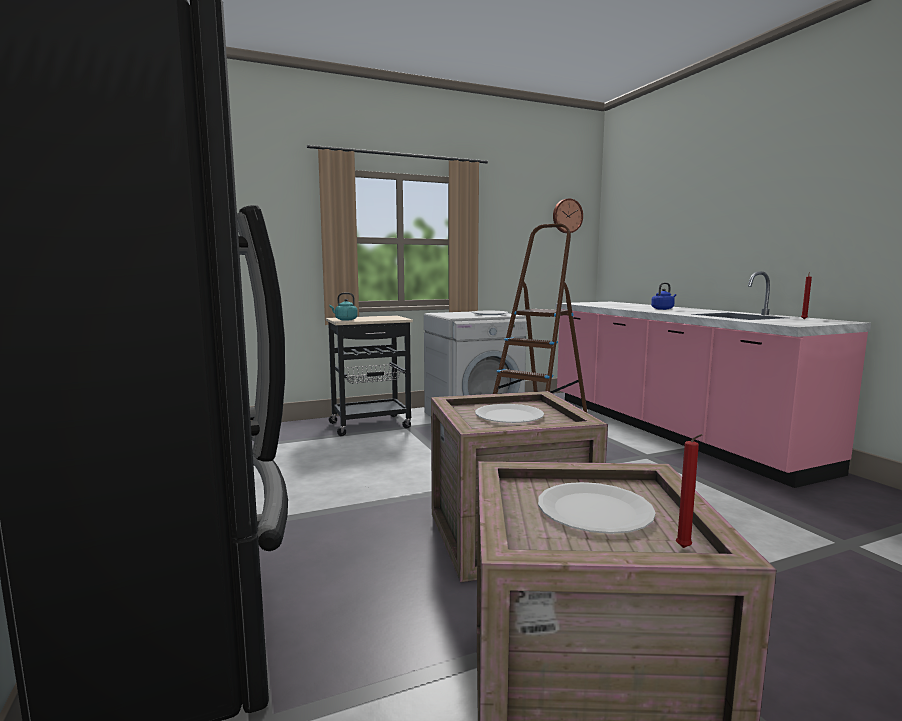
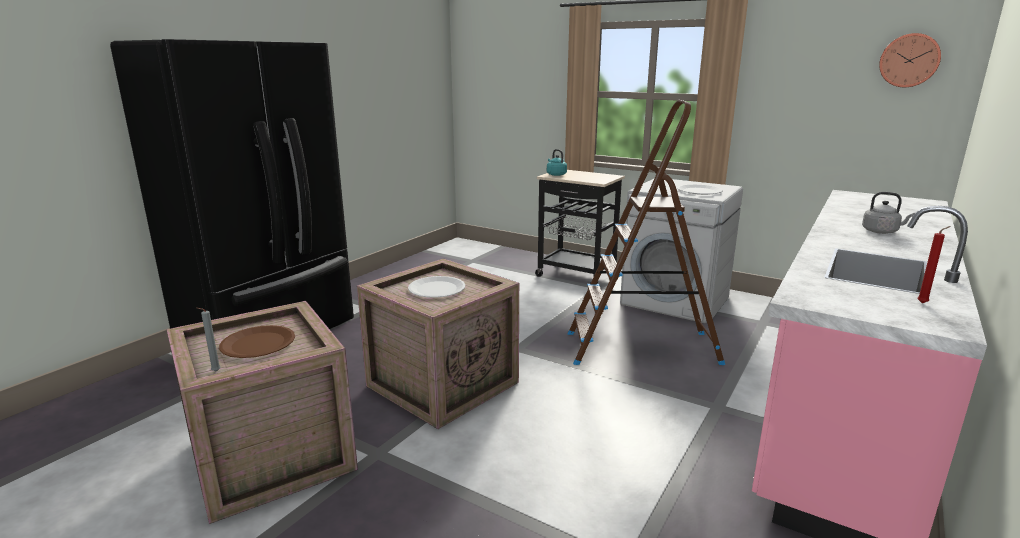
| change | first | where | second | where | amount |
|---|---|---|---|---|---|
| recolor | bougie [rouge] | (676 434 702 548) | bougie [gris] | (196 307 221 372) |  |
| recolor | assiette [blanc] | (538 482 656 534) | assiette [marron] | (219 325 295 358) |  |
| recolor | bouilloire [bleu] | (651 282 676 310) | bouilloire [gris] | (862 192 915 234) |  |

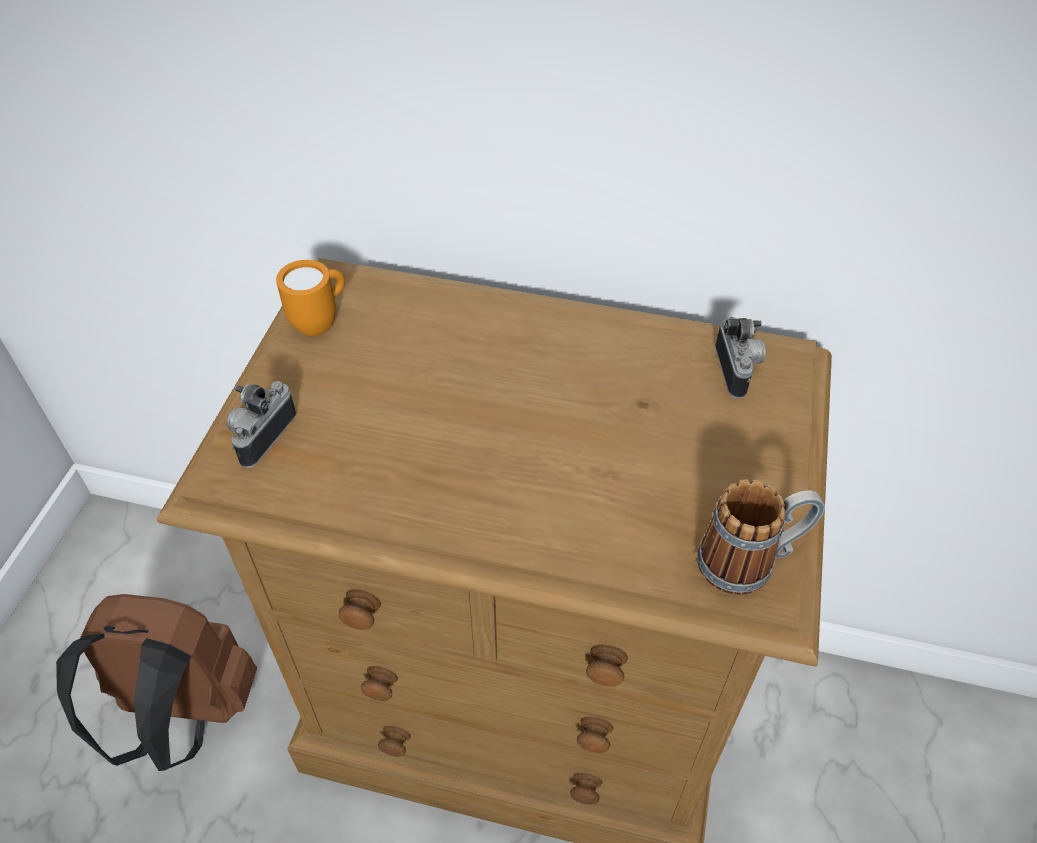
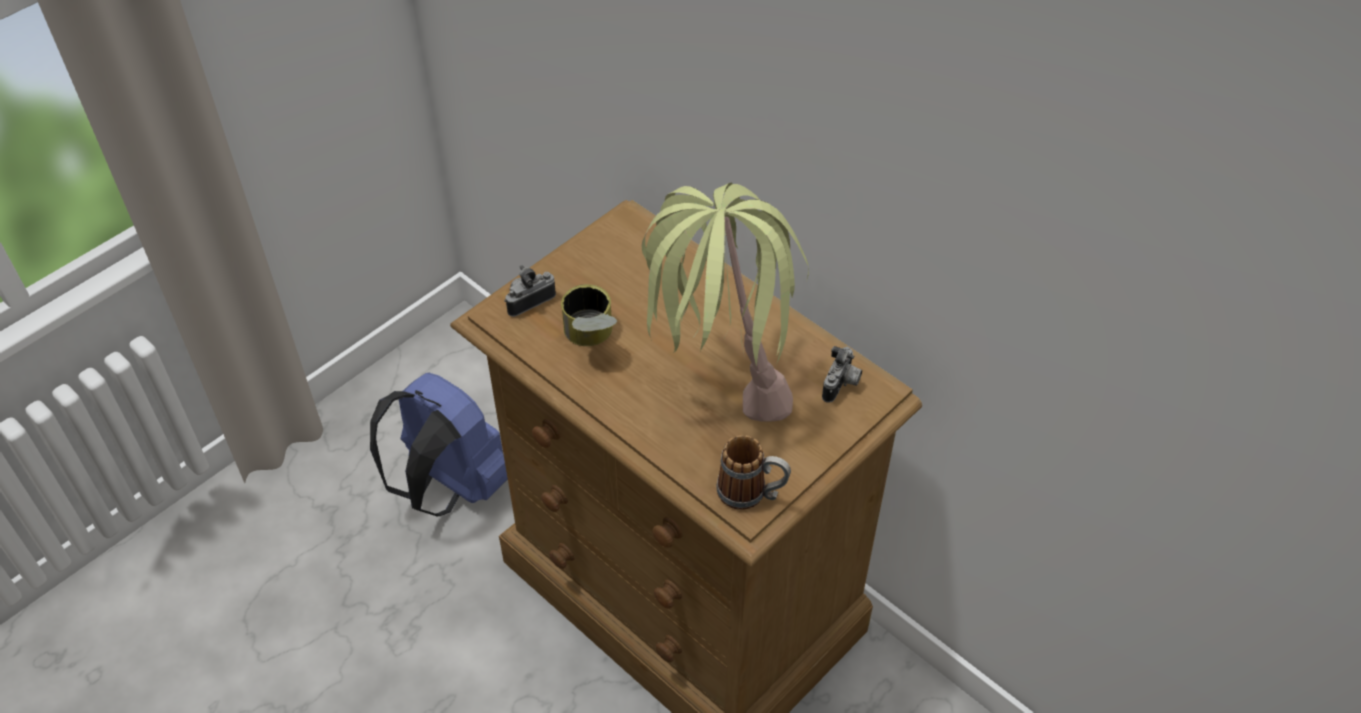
| change | first | where | second | where | amount |
|---|---|---|---|---|---|
| recolor | sac à dos [marron] | (56 594 257 771) | sac à dos [bleu] | (370 373 508 516) |  |
| insert |  |  | boîte métallique | (561 284 617 346) |  |
| insert |  |  | plante en pot | (641 183 809 421) |  |
| delete | mug [orange] | (276 260 345 336) |  |  |  |

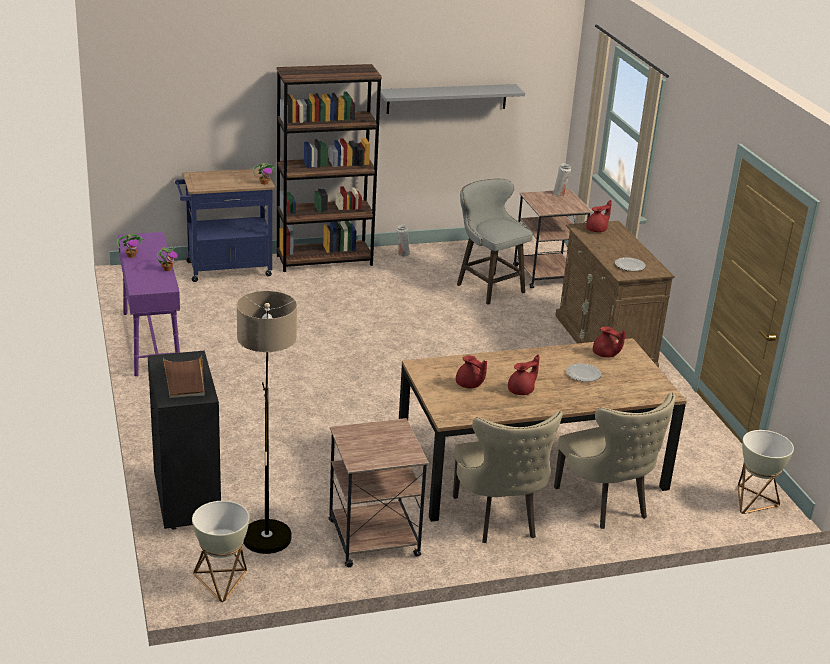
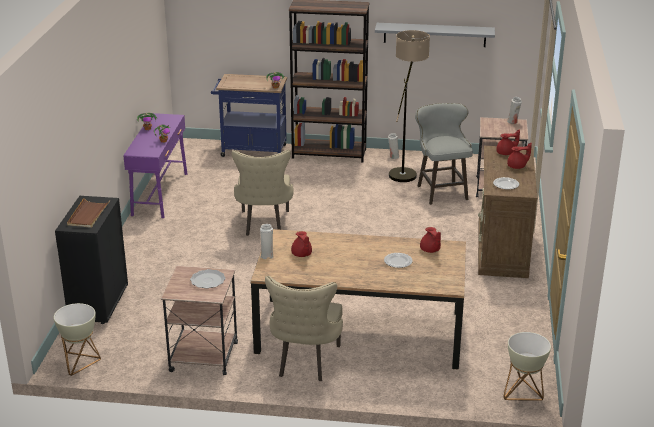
| change | first | where | second | where | amount |
|---|---|---|---|---|---|
| insert |  |  | assiette | (190 269 226 288) |  |
| move | chaise [beige] | (554 393 675 529) |  | (232 150 294 236) |  |
| insert |  |  | vase [blanc] | (260 224 274 259) |  |
| move | lampadaire | (237 291 297 554) |  | (389 30 430 182) |  |
| move | théière [rouge] | (508 355 540 395) |  | (507 143 532 169) |  |

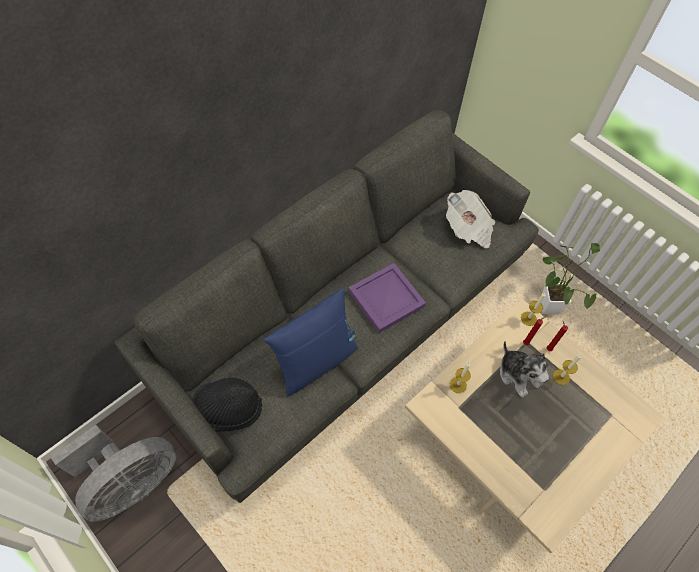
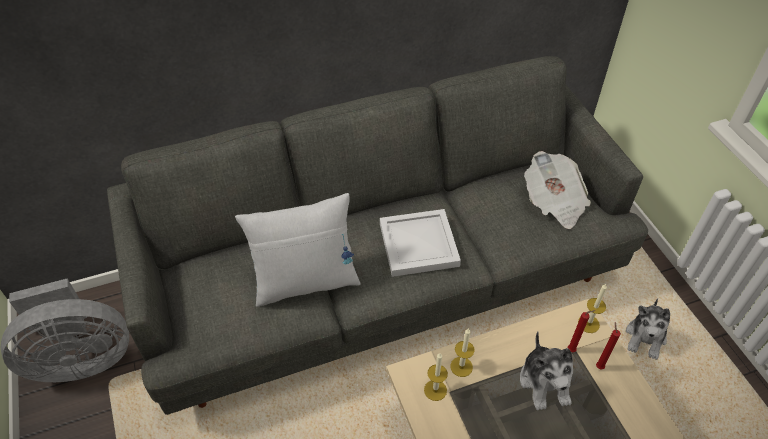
| change | first | where | second | where | amount |
|---|---|---|---|---|---|
| recolor | coussin [bleu] | (264 288 358 396) | coussin [gris] | (235 193 361 307) |  |
| recolor | plateau [violet] | (348 263 426 333) | plateau [blanc] | (380 209 461 277) |  |
| move | bougie | (553 355 581 385) |  | (424 353 448 401) |  |
| replace | plante en pot | (541 243 600 314) | peluche | (626 299 670 360) |  |
| delete | chapeau [noir] | (192 378 263 432) |  |  |  |

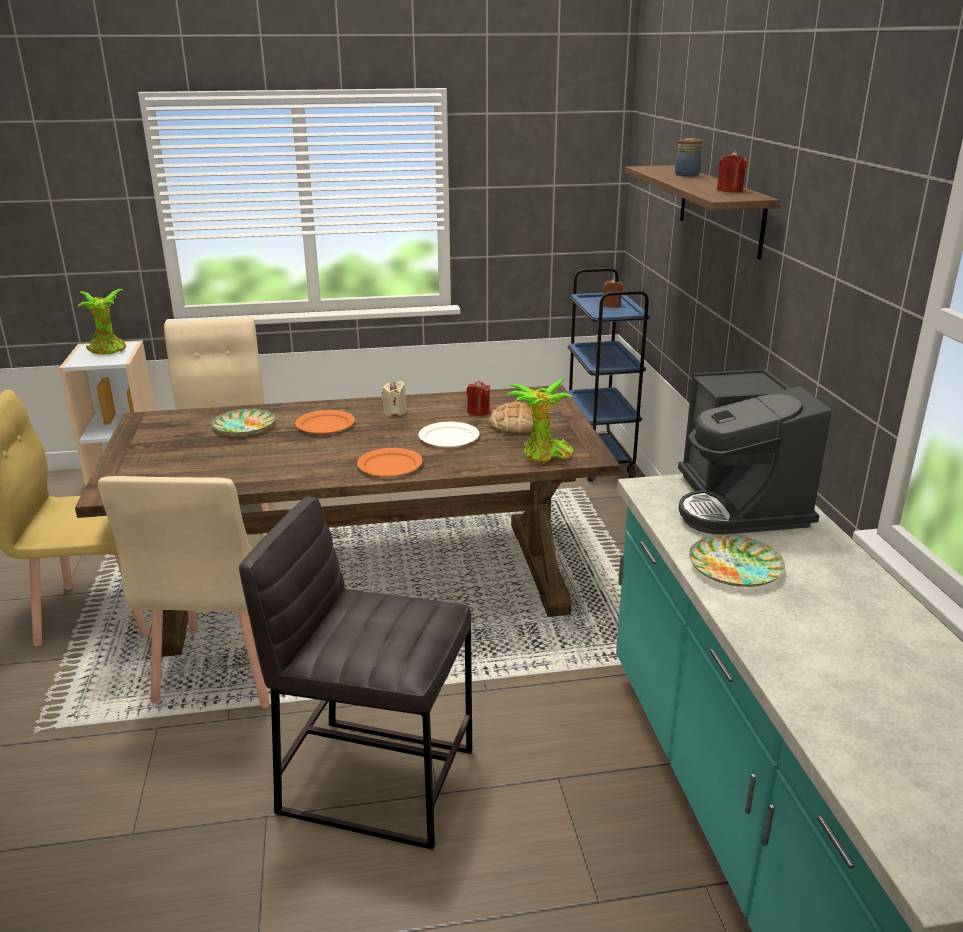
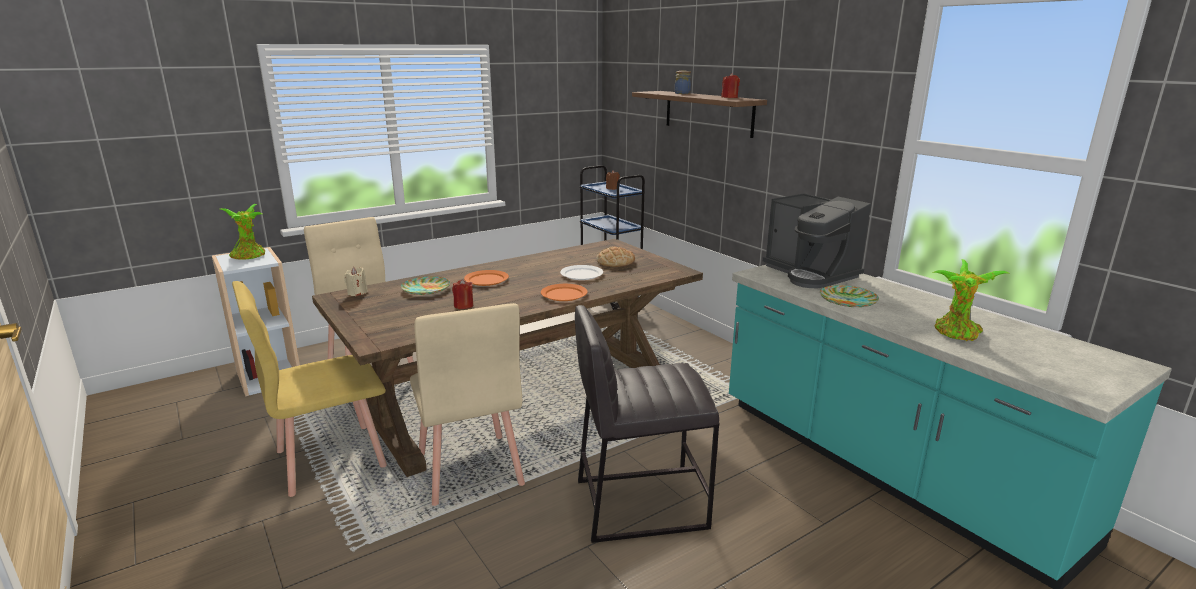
| change | first | where | second | where | amount |
|---|---|---|---|---|---|
| move | bougie [beige] | (381 380 407 416) |  | (344 267 368 296) |  |
| move | bougie [rouge] | (467 381 490 416) |  | (452 279 473 309) |  |
| move | plante en pot | (506 378 574 464) |  | (933 259 1009 341) |  |

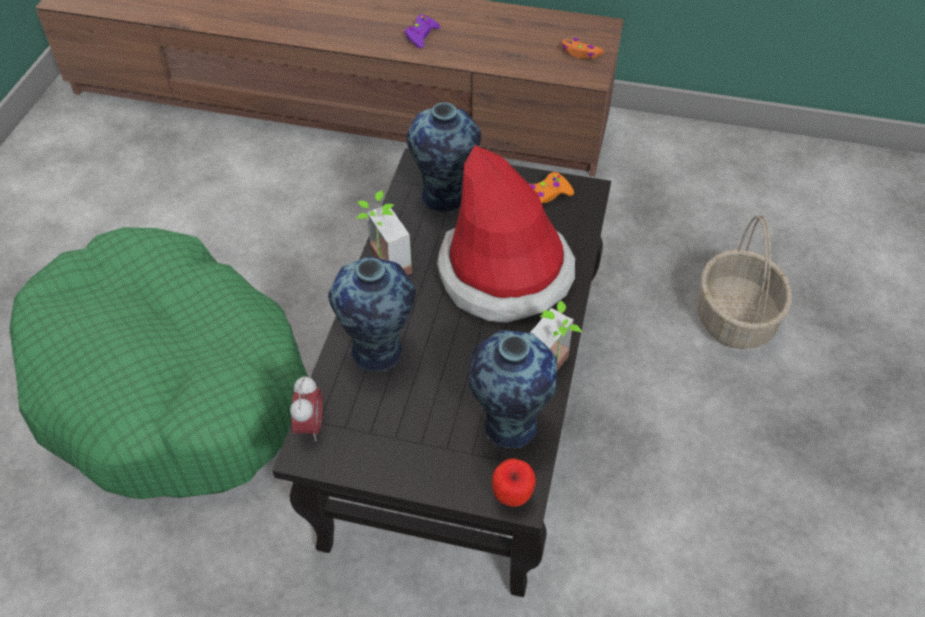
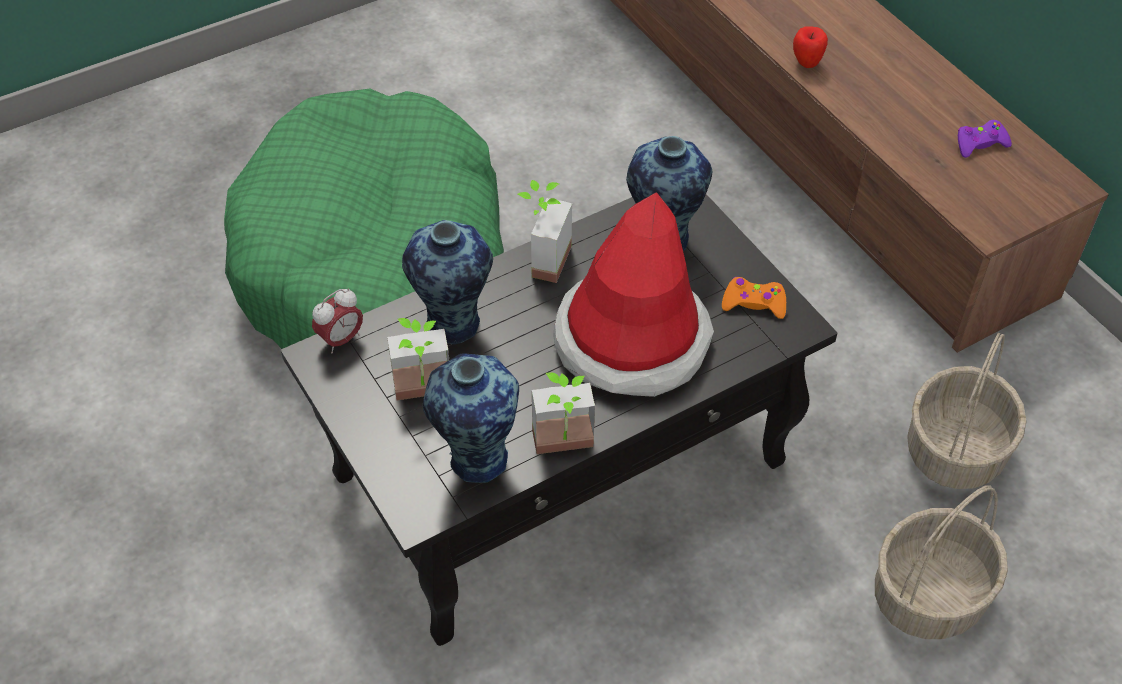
| change | first | where | second | where | amount |
|---|---|---|---|---|---|
| insert |  |  | plante en pot | (387 318 449 400) |  |
| move | pomme | (492 458 536 507) |  | (793 27 828 68) |  |
| insert |  |  | panier | (907 333 1027 489) |  |
| move | manette [violet] | (404 15 440 48) |  | (958 120 1012 158) |  |
| delete | manette [orange] | (562 38 604 59) |  |  |  |

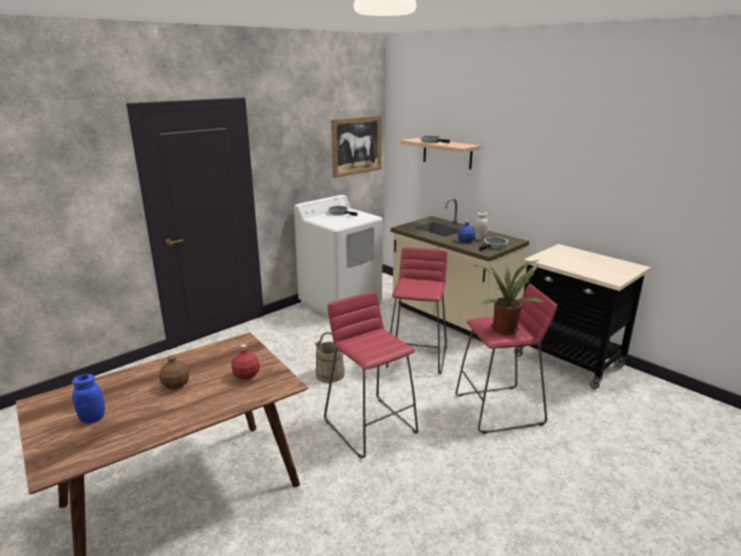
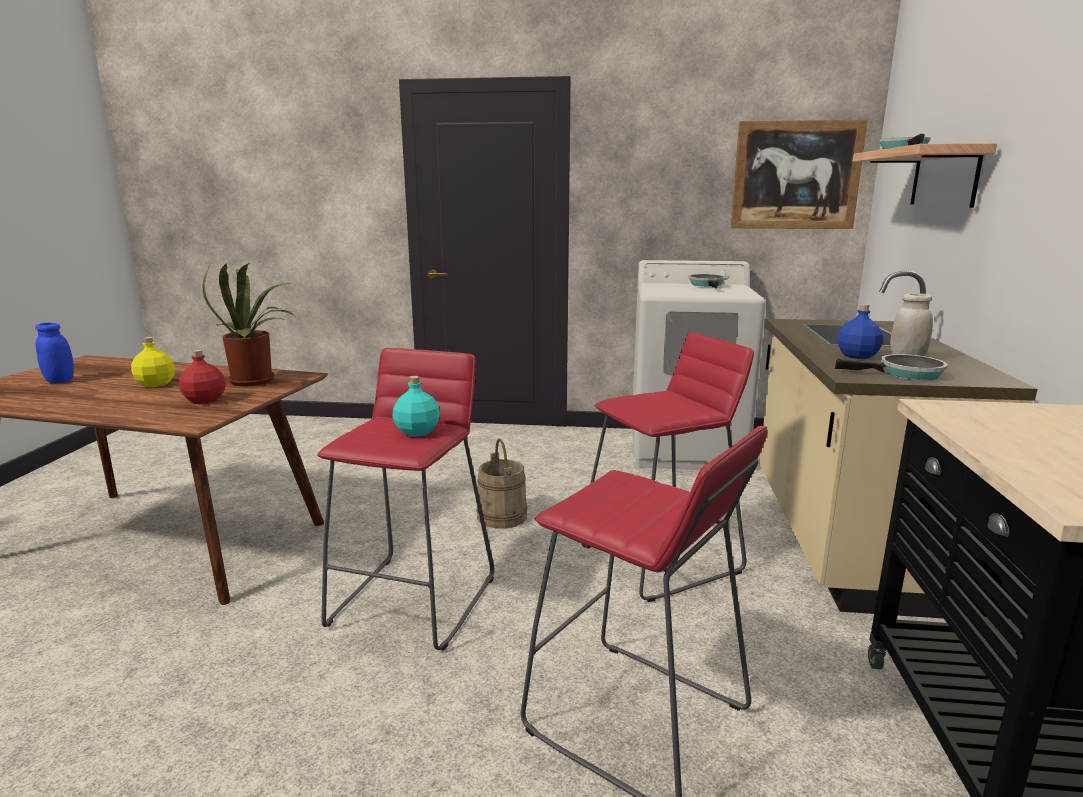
| change | first | where | second | where | amount |
|---|---|---|---|---|---|
| recolor | bouteille [marron] | (159 353 189 389) | bouteille [jaune] | (131 337 175 387) |  |
| move | plante en pot | (477 260 543 335) |  | (203 263 293 386) |  |
| insert |  |  | bouteille [turquoise] | (392 376 440 437) |  |

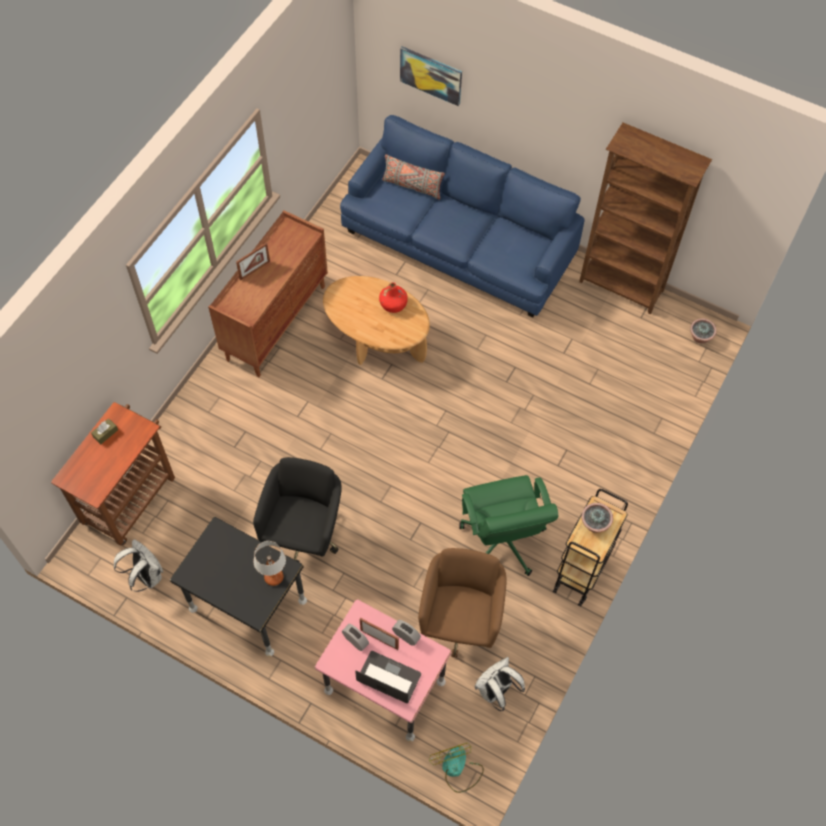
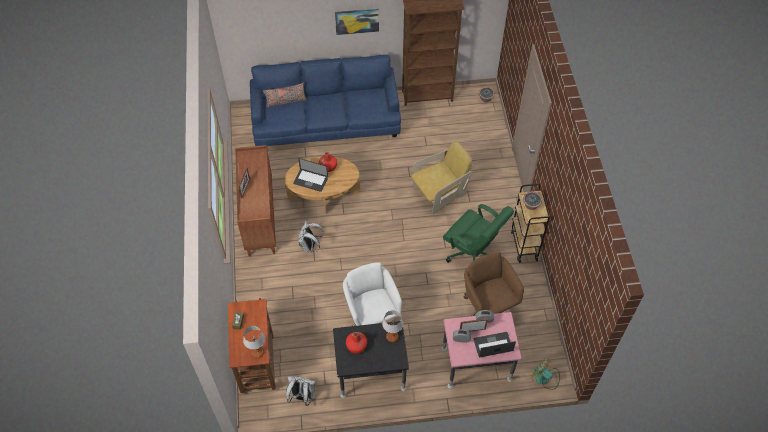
| change | first | where | second | where | amount |
|---|---|---|---|---|---|
| insert |  |  | lampe de table | (243 326 265 358) |  |
| insert |  |  | ordinateur portable | (293 158 328 192) |  |
| move | sac à dos [blanc] | (475 657 525 711) |  | (298 221 324 253) |  |
| move | tableau | (400 46 462 106) |  | (335 8 379 35) |  |
| recolor | chaise de bureau [noir] | (253 457 342 562) | chaise de bureau [blanc] | (343 262 402 326) |  |
| insert |  |  | bouteille [rouge] | (346 332 367 354) |  |
| insert |  |  | fauteuil [jaune] | (412 141 473 214) |  |

